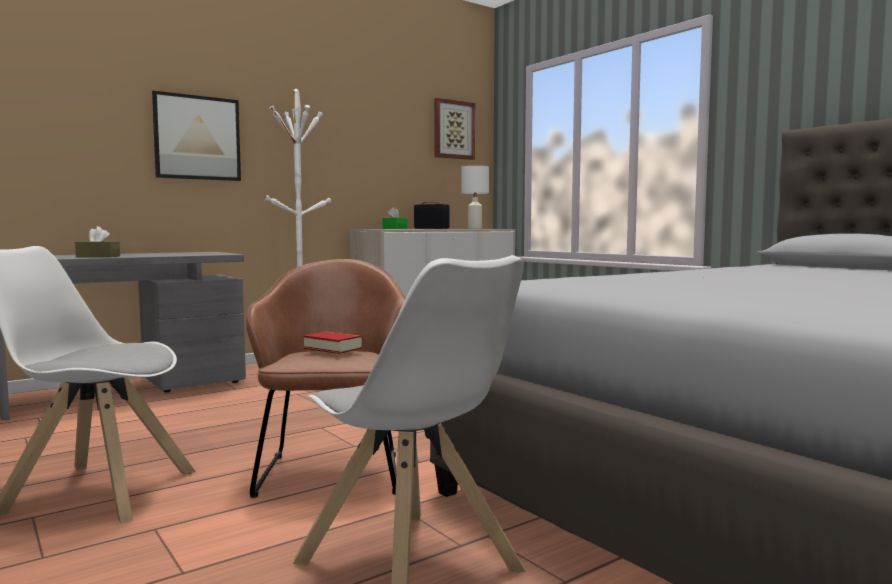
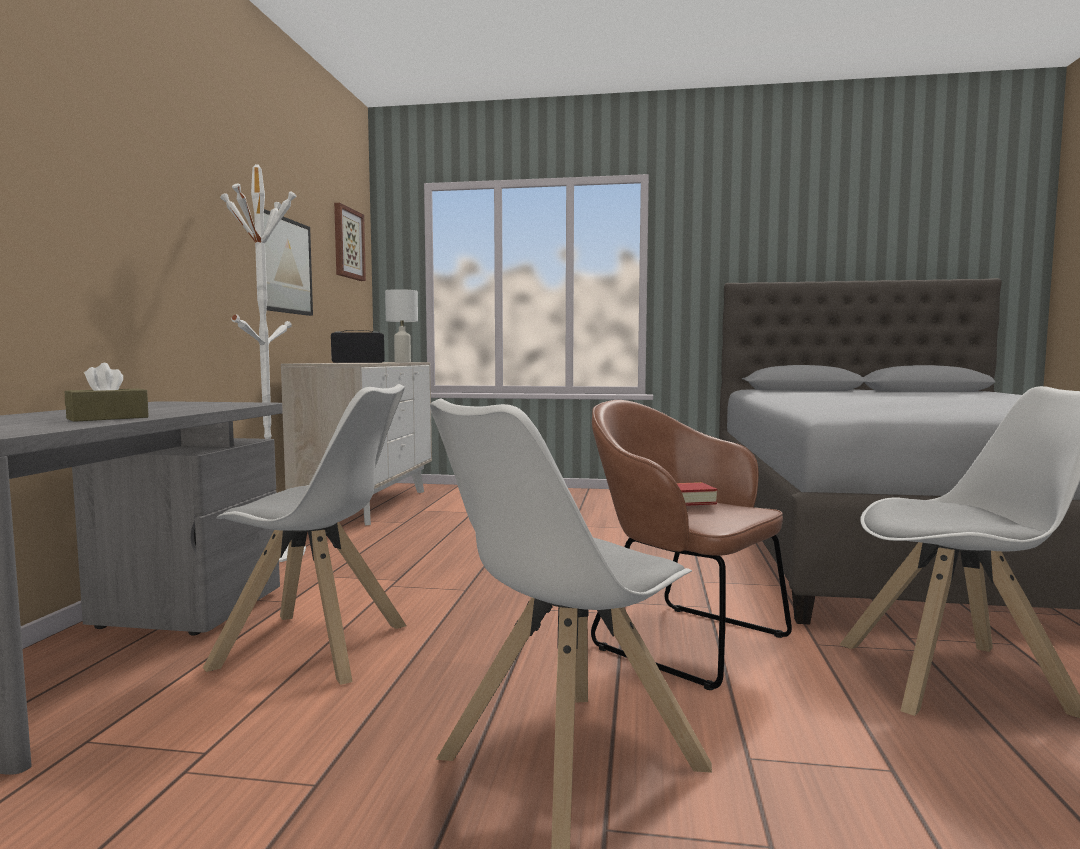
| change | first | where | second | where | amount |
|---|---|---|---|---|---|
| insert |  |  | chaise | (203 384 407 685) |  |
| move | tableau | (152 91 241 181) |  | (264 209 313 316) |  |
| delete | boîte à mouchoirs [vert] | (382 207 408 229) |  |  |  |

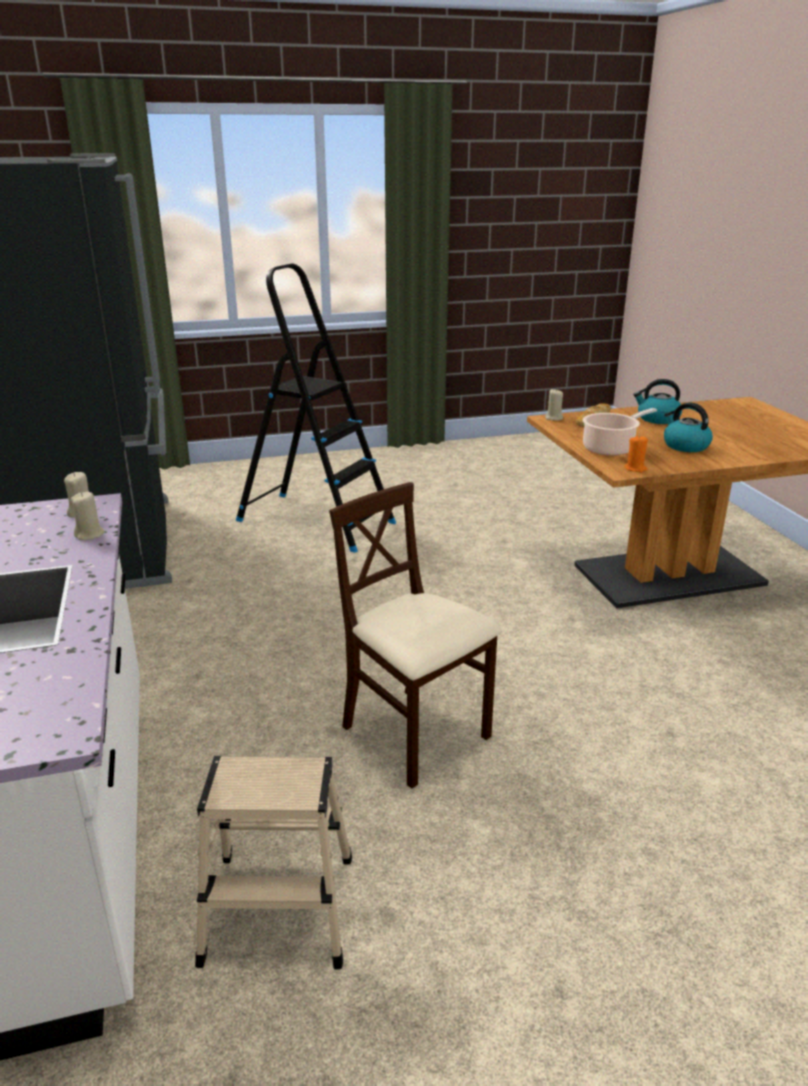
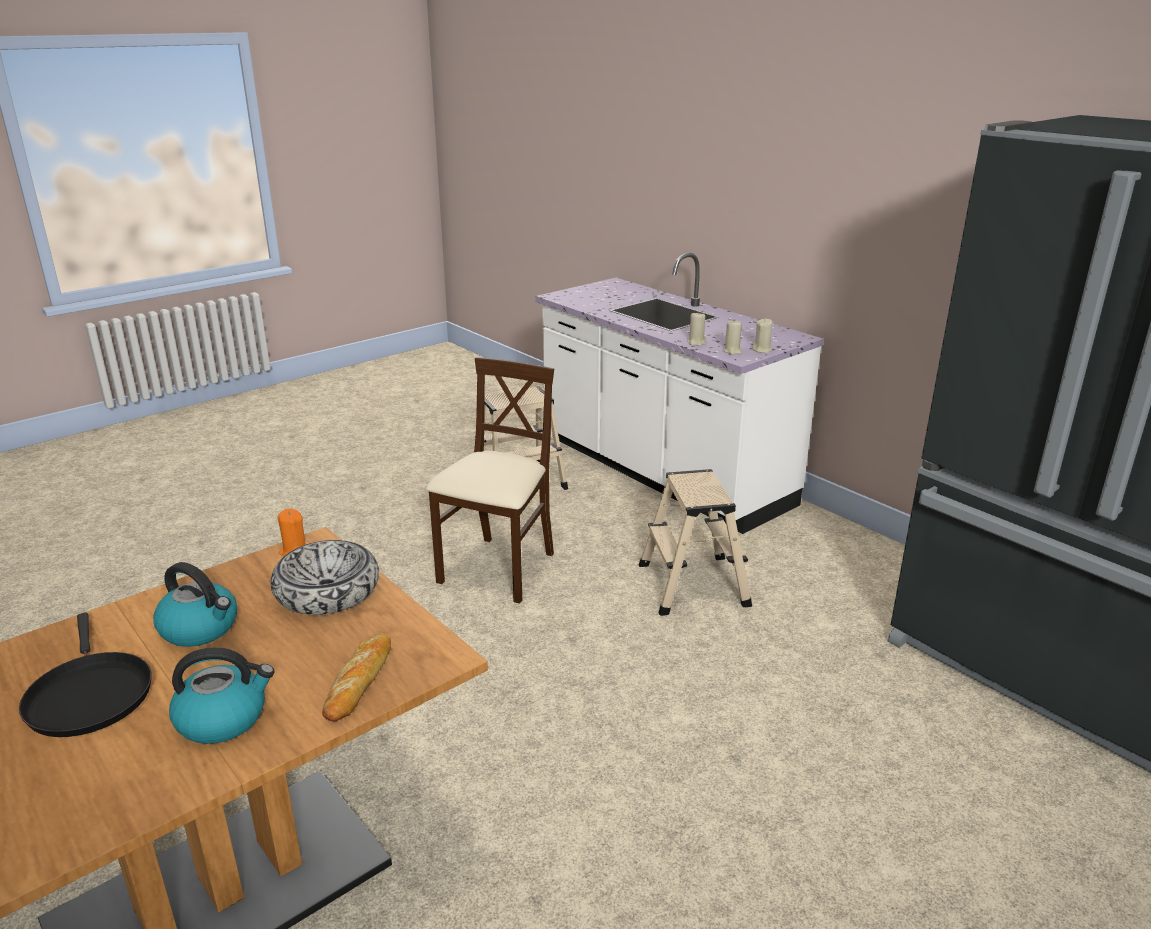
| change | first | where | second | where | amount |
|---|---|---|---|---|---|
| insert |  |  | poêle [noir] | (19 612 151 737) |  |
| replace | marmite | (583 408 657 456) | bol | (270 540 379 615) |  |
| rotate | chaise [beige] | (329 482 502 789) |  | (426 357 554 604) | 90 degrees counterclockwise |
| insert |  |  | escabeau [beige] | (639 469 752 616) |  |
| move | bougie [beige] | (545 389 563 421) |  | (752 318 773 353) |  |
| delete | escabeau [noir] | (236 264 396 553) |  |  |  |

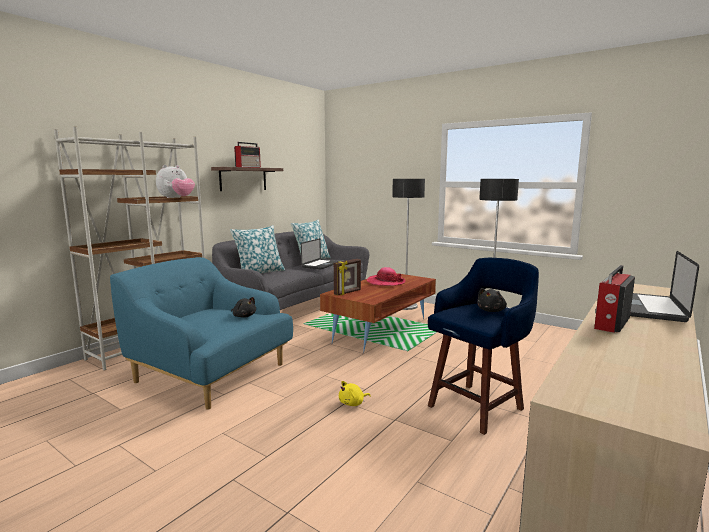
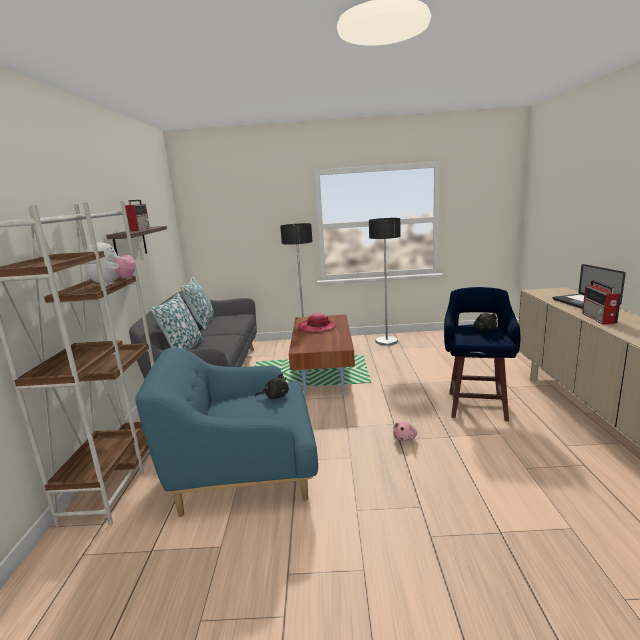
| change | first | where | second | where | amount |
|---|---|---|---|---|---|
| recolor | peluche [jaune] | (339 381 371 406) | peluche [rose] | (393 421 417 441) |  |
| delete | ordinateur portable | (301 238 339 269) |  |  |  |
| delete | cadre photo | (334 259 361 295) |  |  |  |

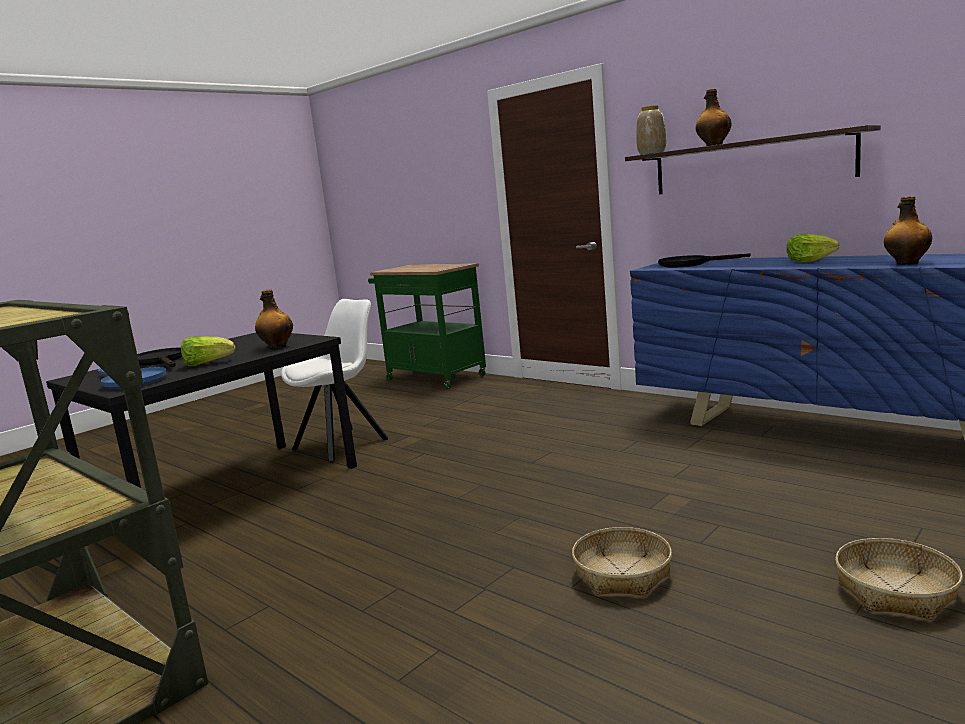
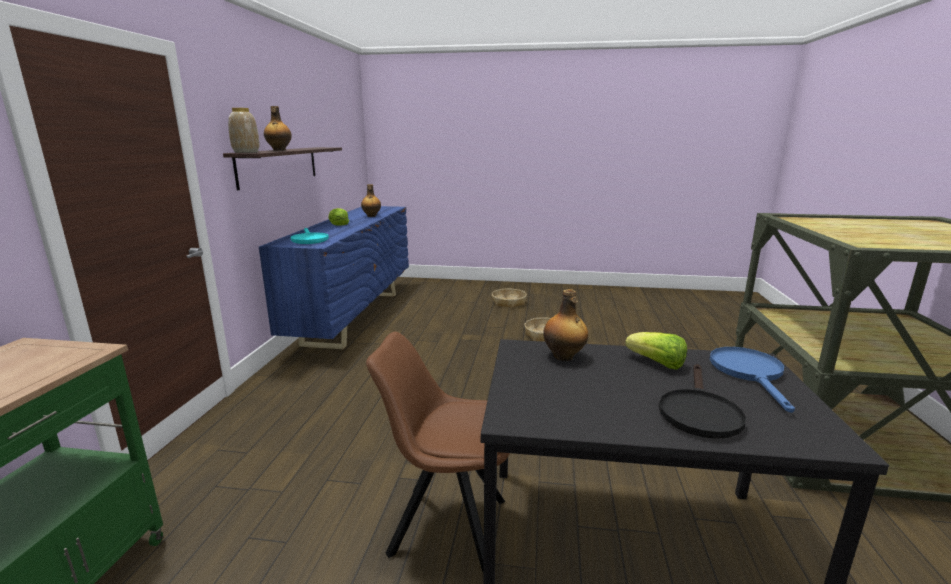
| change | first | where | second | where | amount |
|---|---|---|---|---|---|
| recolor | poêle [noir] | (658 253 751 268) | poêle [turquoise] | (290 228 329 244) |  |
| recolor | chaise [blanc] | (281 299 388 462) | chaise [marron] | (366 332 510 573) |  |

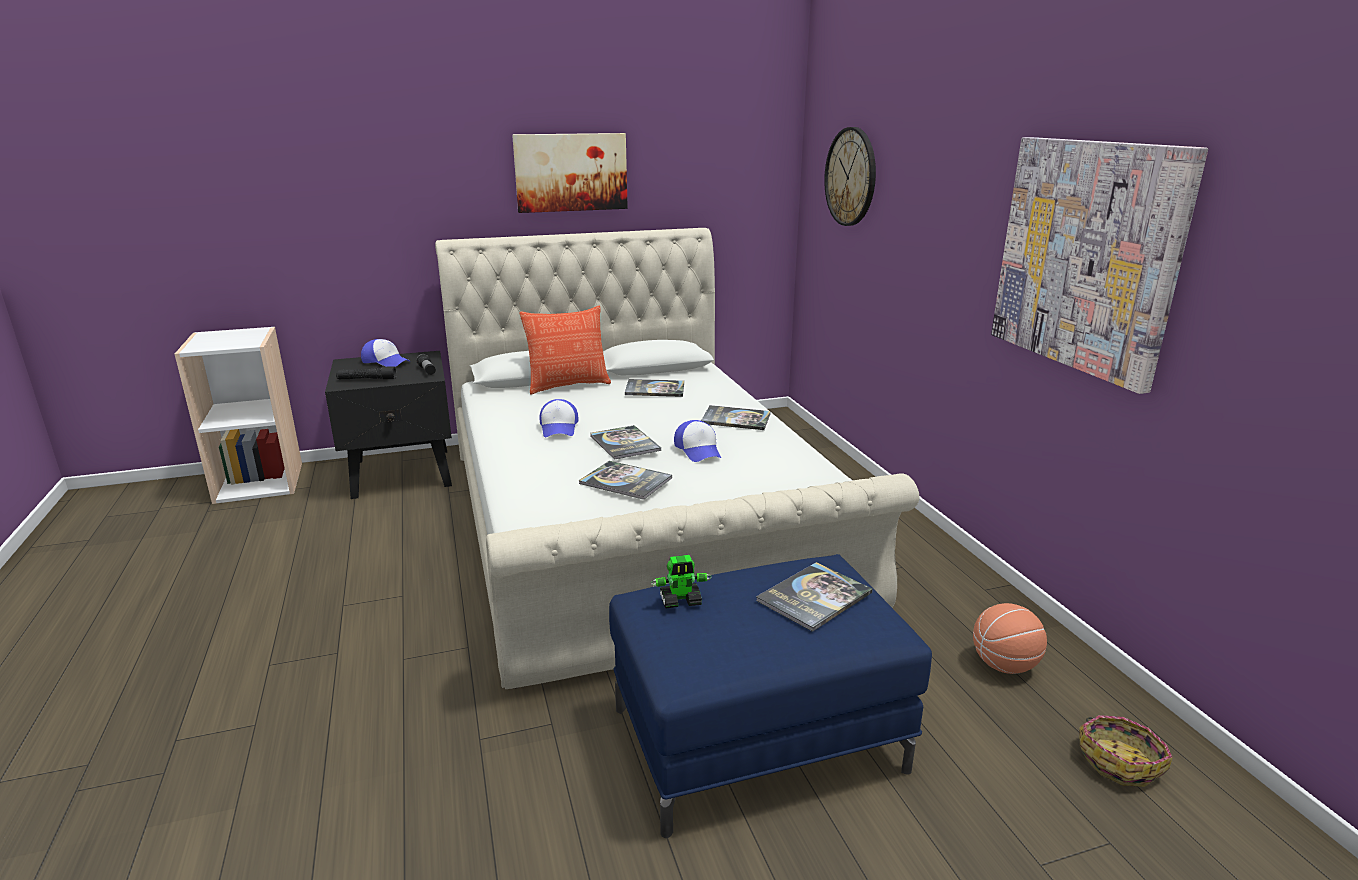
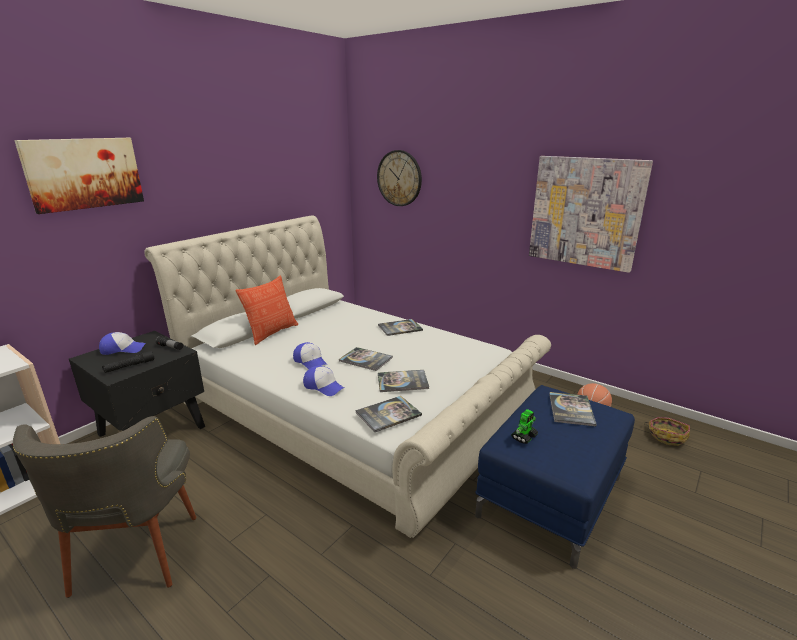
| change | first | where | second | where | amount |
|---|---|---|---|---|---|
| insert |  |  | chaise [gris] | (13 416 196 598) |  |
| move | tableau | (512 133 628 213) |  | (14 138 144 214) |  |
| move | casquette | (674 420 721 462) |  | (303 366 344 396) |  |
| move | livre | (625 379 684 397) |  | (355 396 422 432) |  |

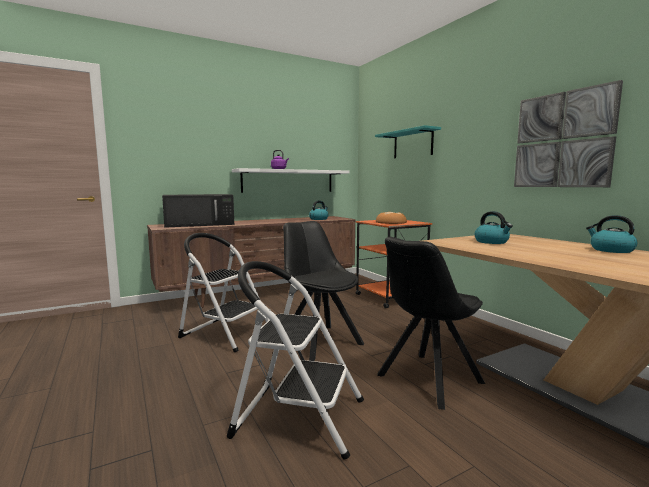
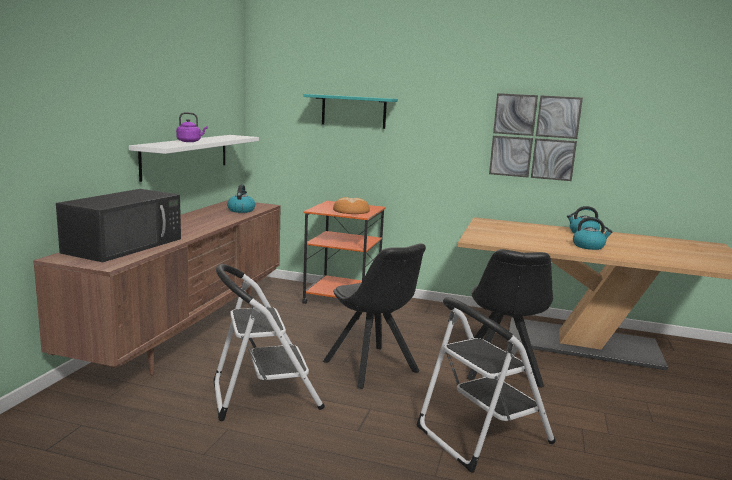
| change | first | where | second | where | amount |
|---|---|---|---|---|---|
| rotate | chaise [noir] | (283 221 364 361) |  | (323 243 426 389) | 135 degrees counterclockwise |
| move | bouilloire | (475 211 513 244) |  | (573 217 613 250) |  |

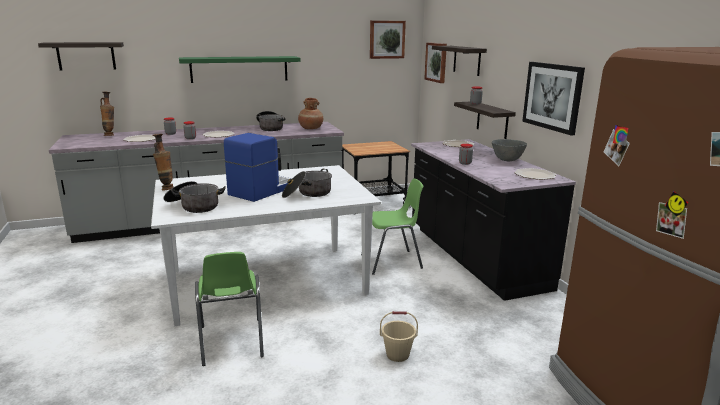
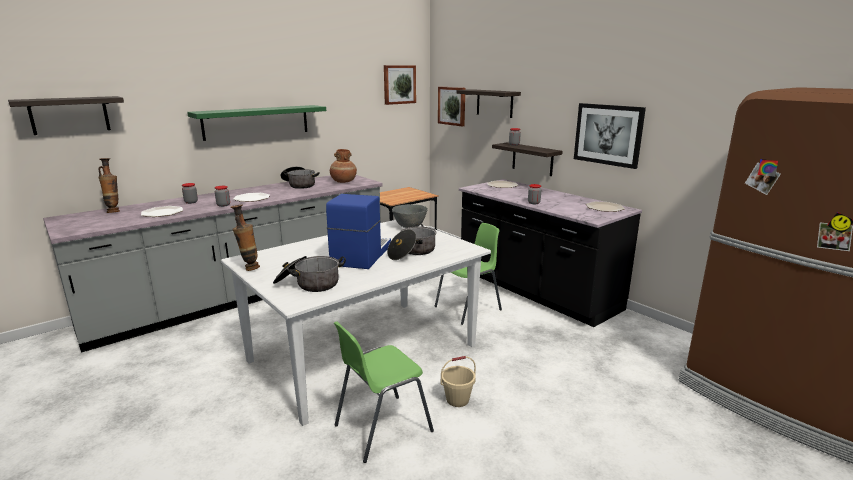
| change | first | where | second | where | amount |
|---|---|---|---|---|---|
| rotate | chaise [vert] | (195 252 264 366) |  | (334 321 434 463) | 90 degrees clockwise |
| move | bol [gris] | (492 139 527 161) |  | (392 204 428 228) |  |
| move | seau [beige] | (380 311 418 362) |  | (441 356 476 407) |  |

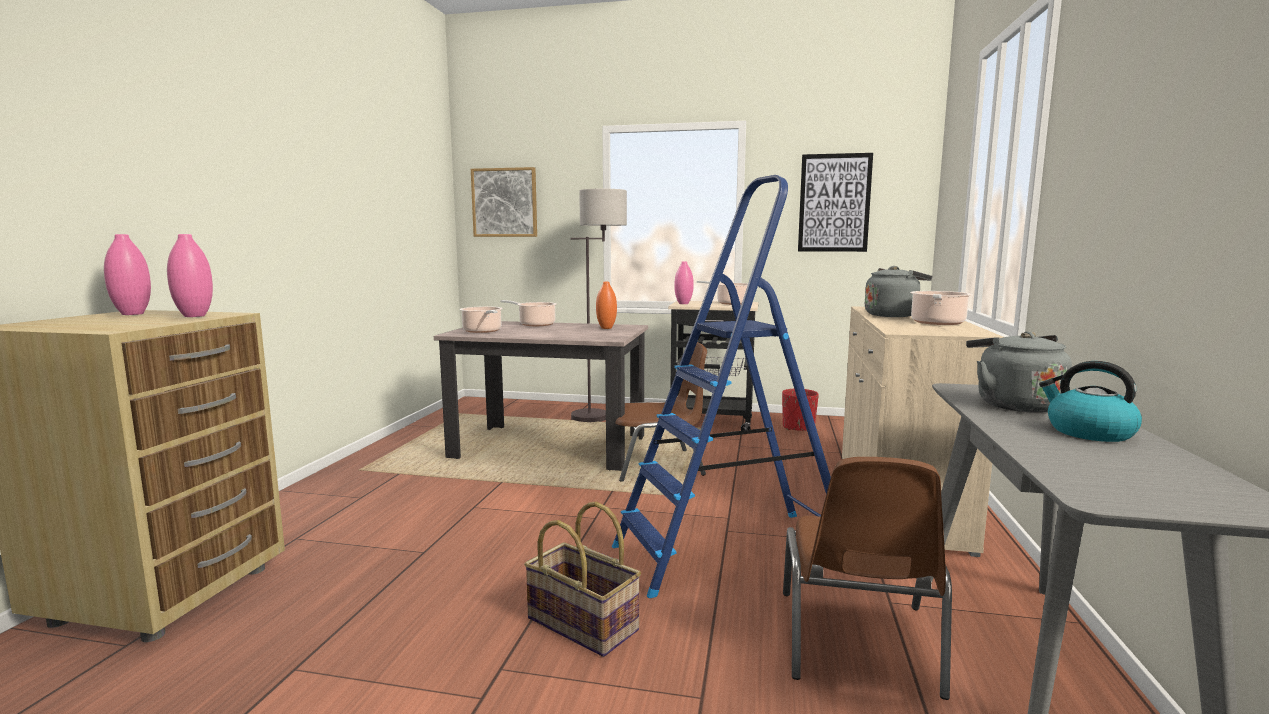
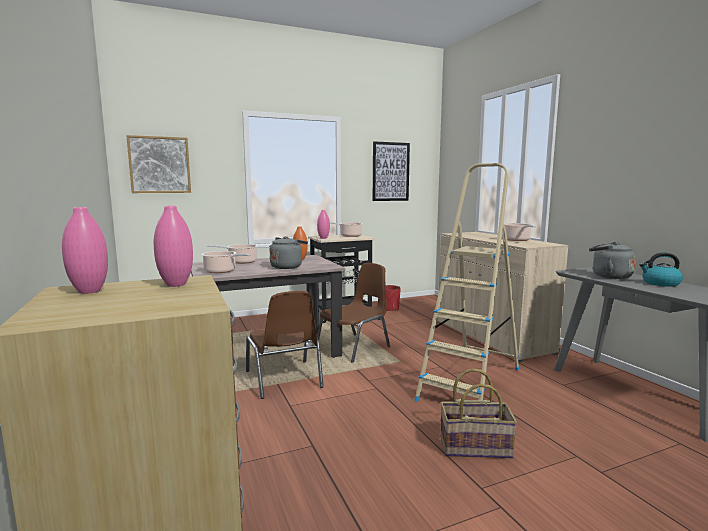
| change | first | where | second | where | amount |
|---|---|---|---|---|---|
| move | chaise [marron] | (783 457 952 700) |  | (246 291 324 399) |  |
| move | bouilloire [gris] | (865 266 932 317) |  | (269 236 308 269) |  |
| recolor | escabeau [bleu] | (612 175 831 598) | escabeau [beige] | (414 163 519 402) |  |
| delete | lampadaire [gris] | (570 189 627 422) |  |  |  |

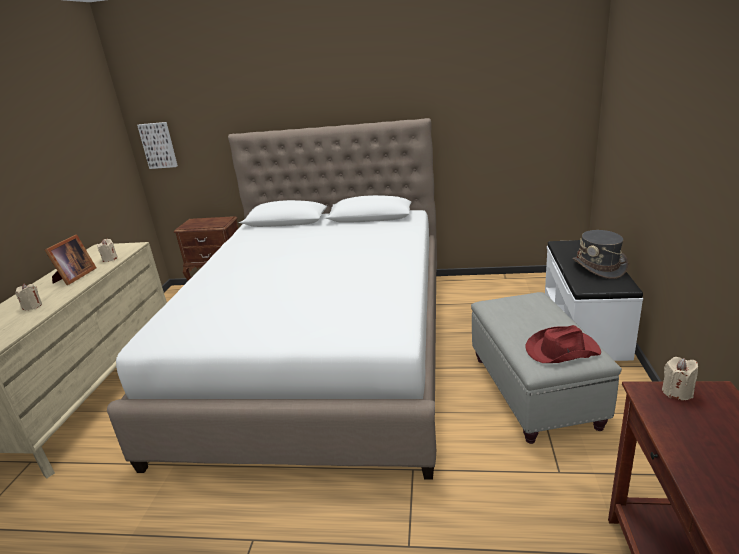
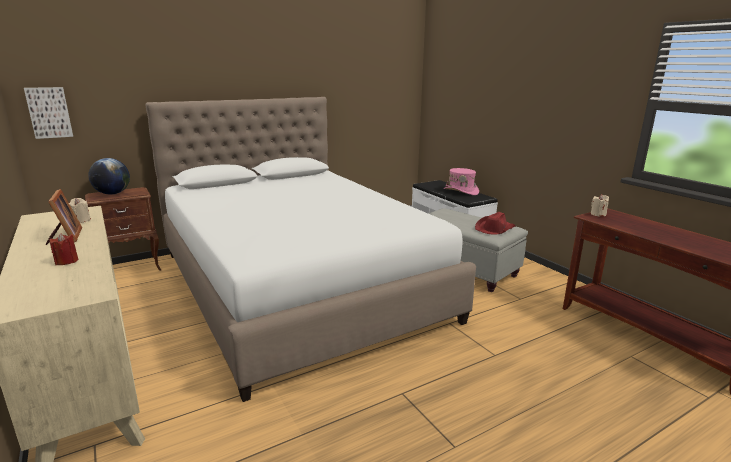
| change | first | where | second | where | amount |
|---|---|---|---|---|---|
| recolor | bougie [beige] | (15 284 42 310) | bougie [rouge] | (49 233 78 265) |  |
| insert |  |  | globe | (88 158 130 195) |  |
| recolor | chapeau [gris] | (572 230 628 279) | chapeau [rose] | (444 168 479 195) |  |

